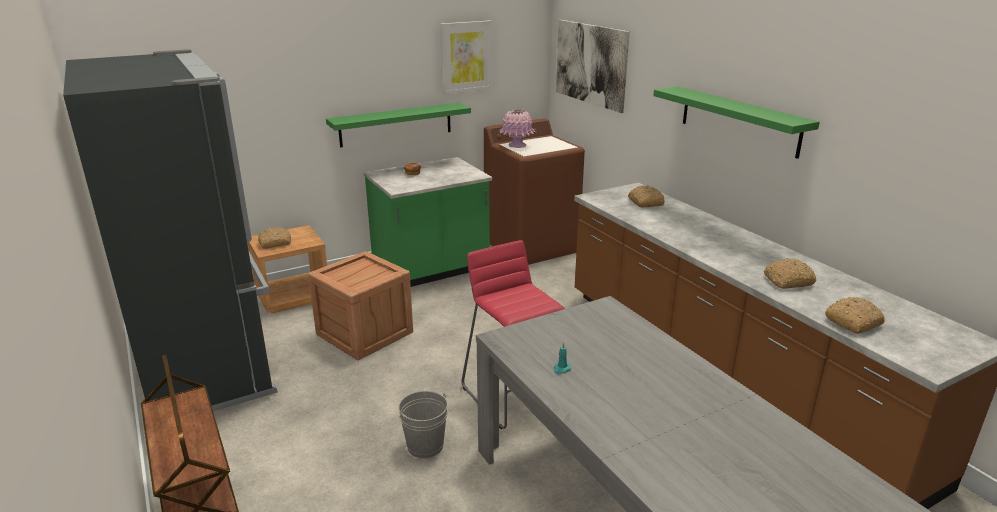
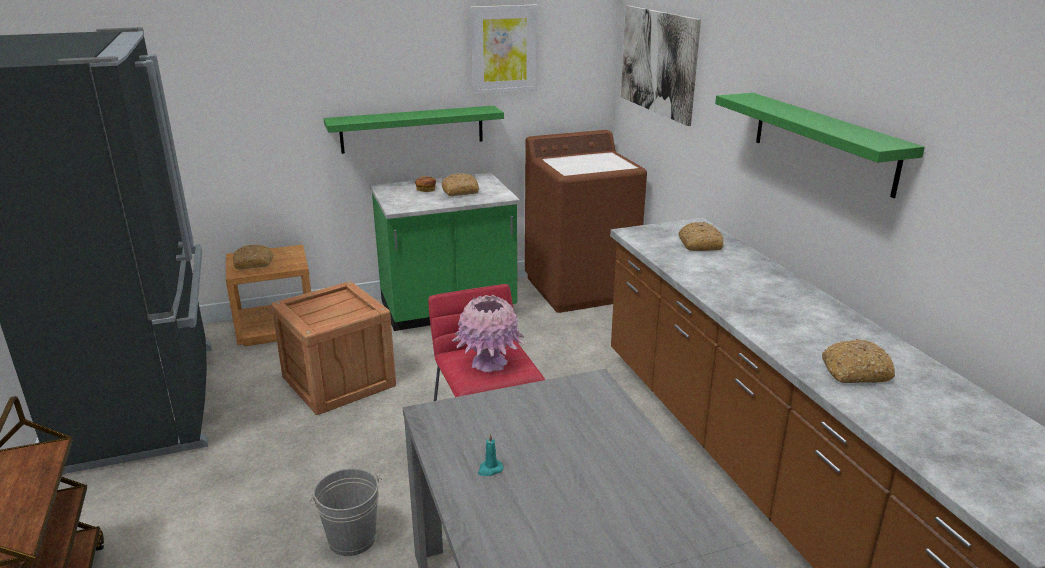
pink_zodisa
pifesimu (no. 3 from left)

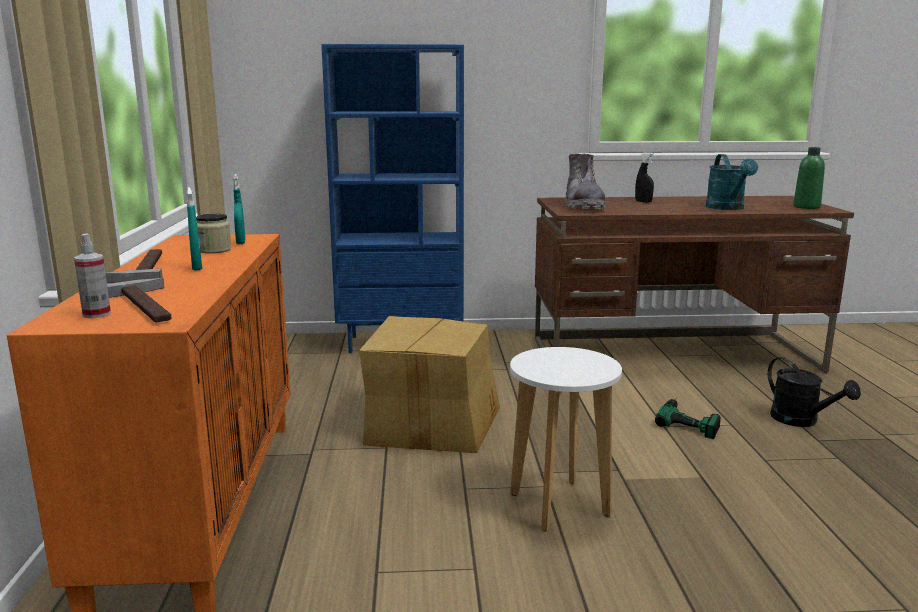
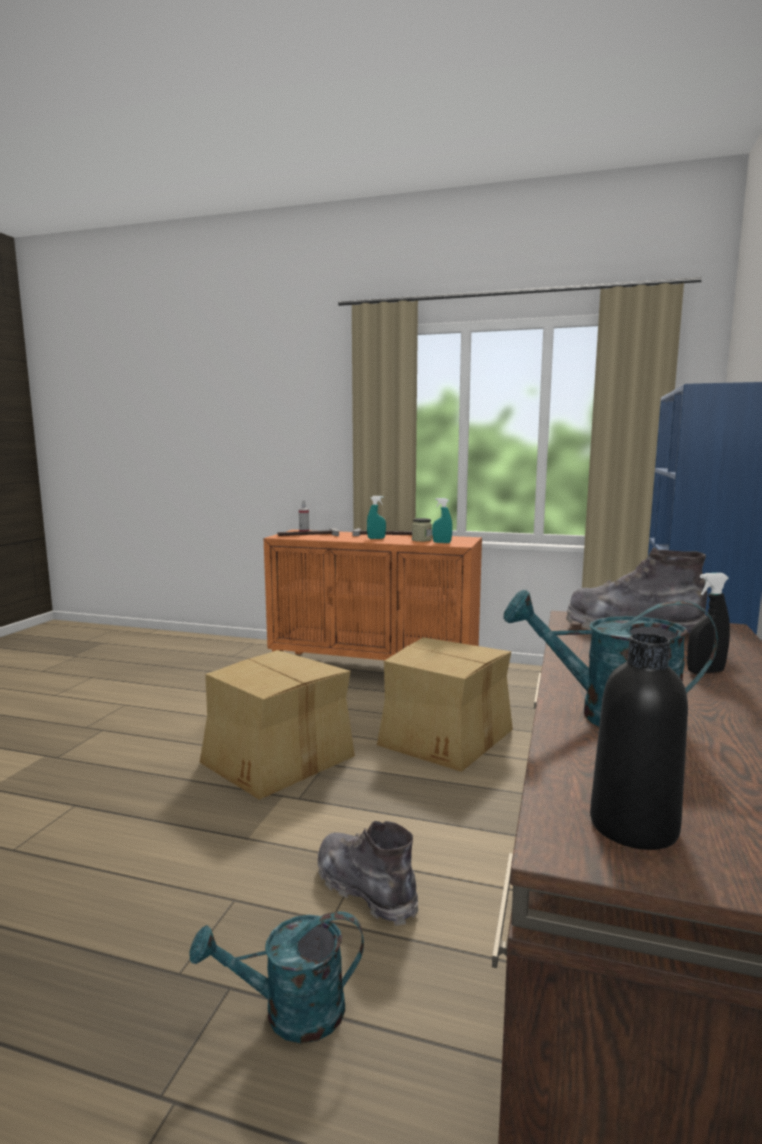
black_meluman
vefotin (no. 1 from left)
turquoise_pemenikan (no. 1 from left)
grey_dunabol (no. 1 from left)

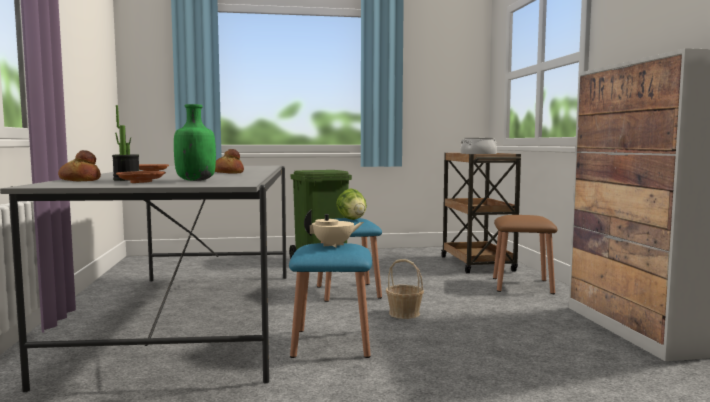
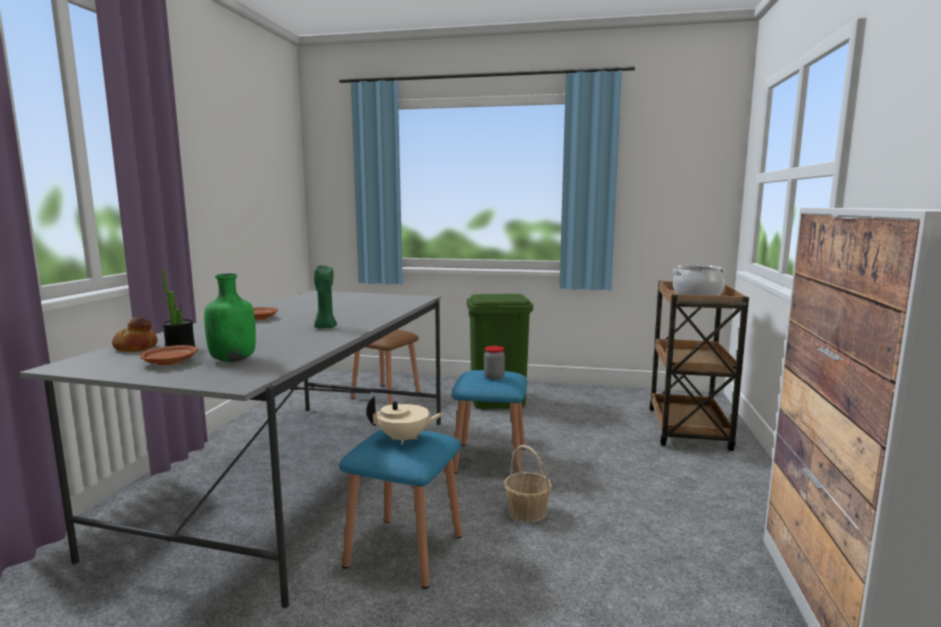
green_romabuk
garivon
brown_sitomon

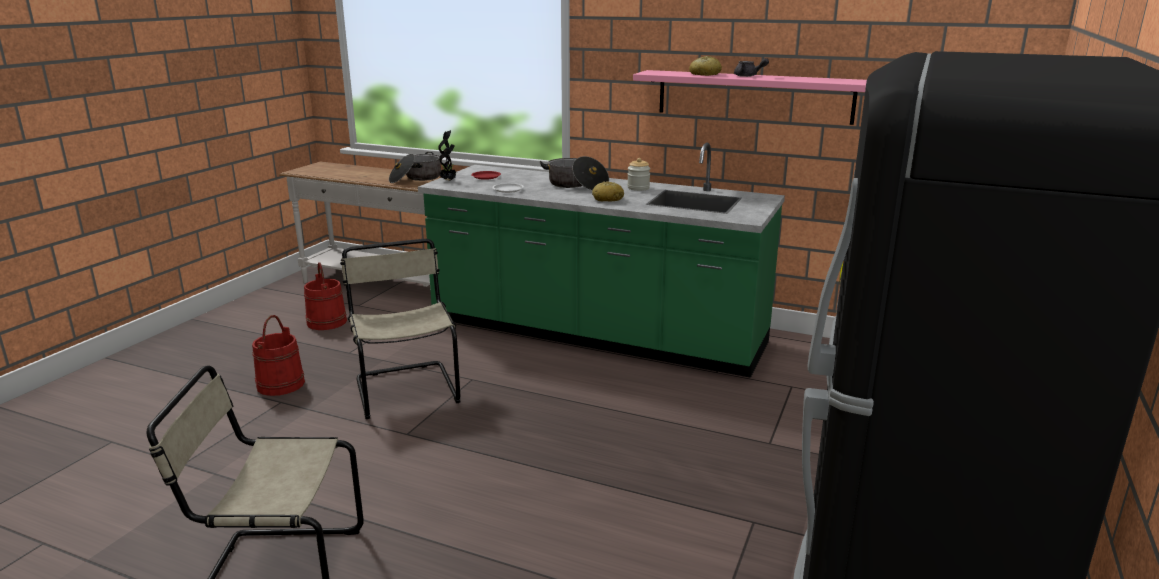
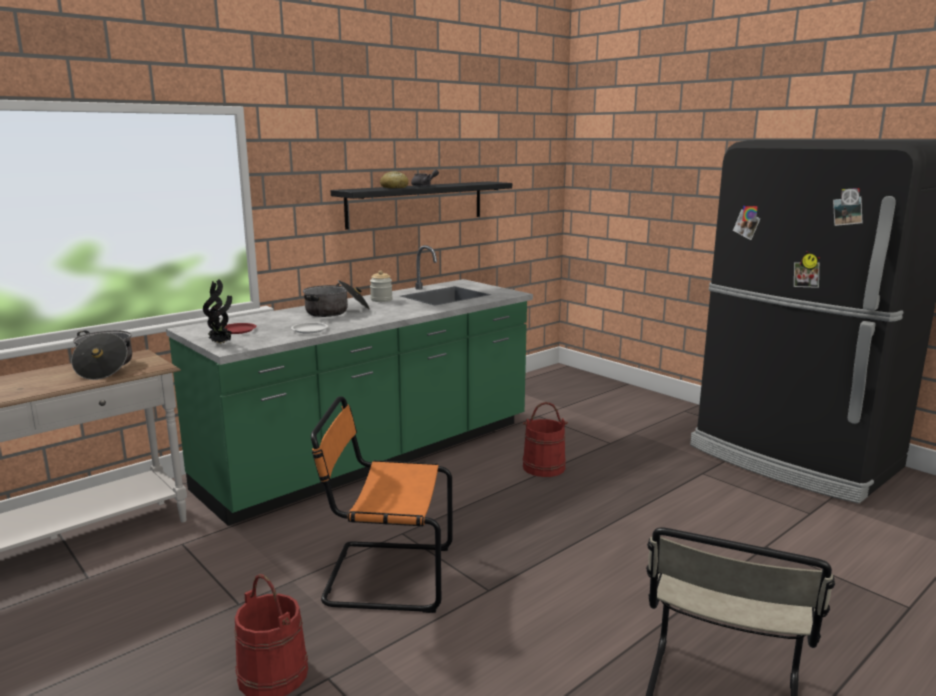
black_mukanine
pifesimu (no. 1 from left in the first image)
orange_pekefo
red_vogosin (no. 2 from left)

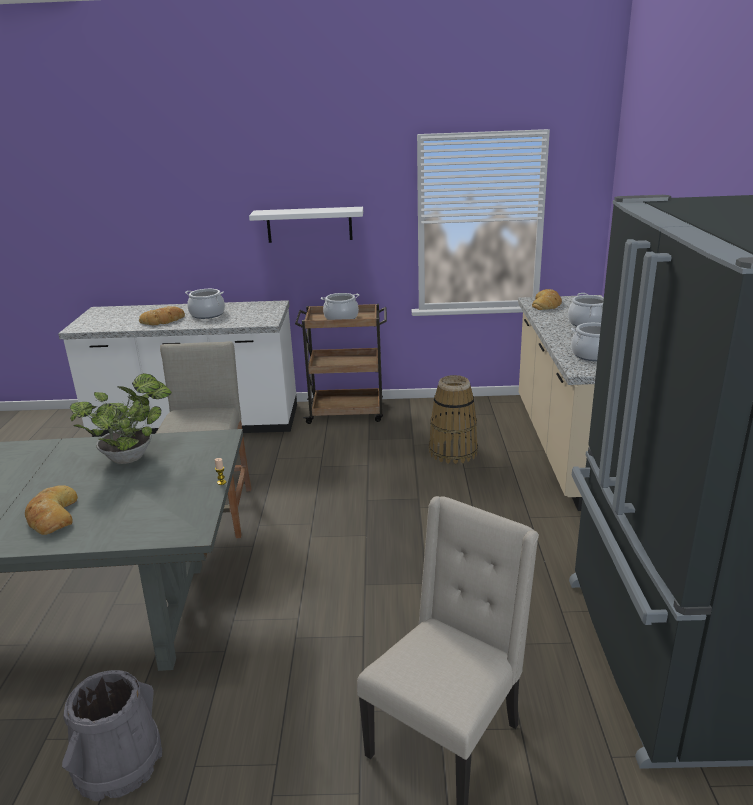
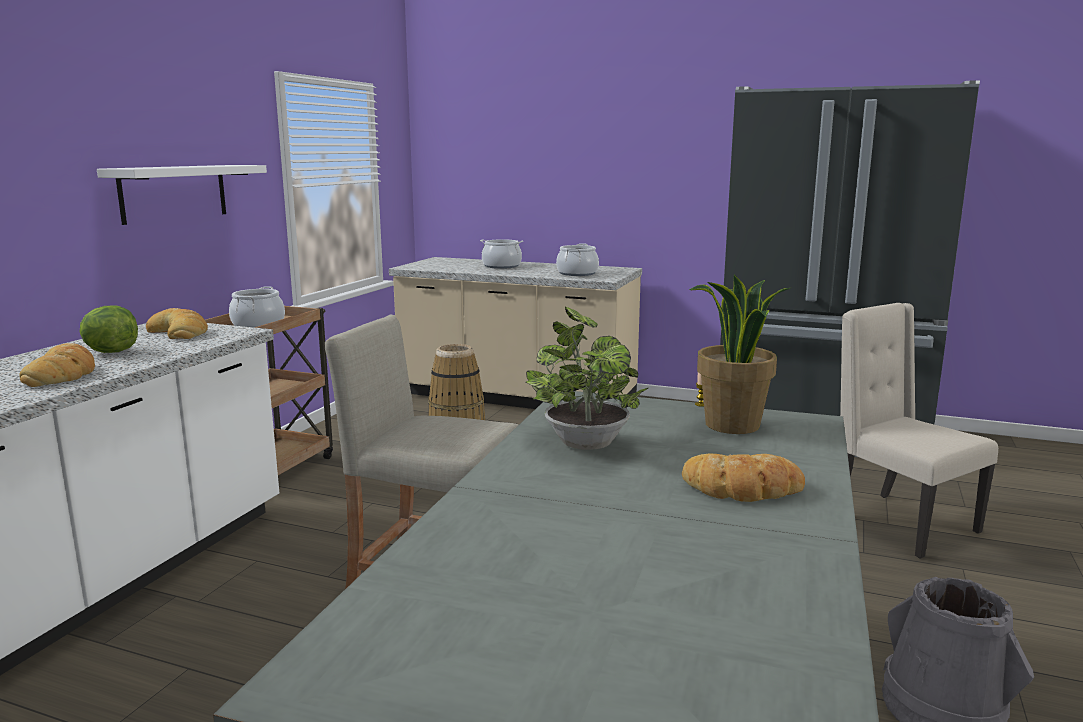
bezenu
pifesimu (no. 2 from left)
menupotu (no. 2 from left)

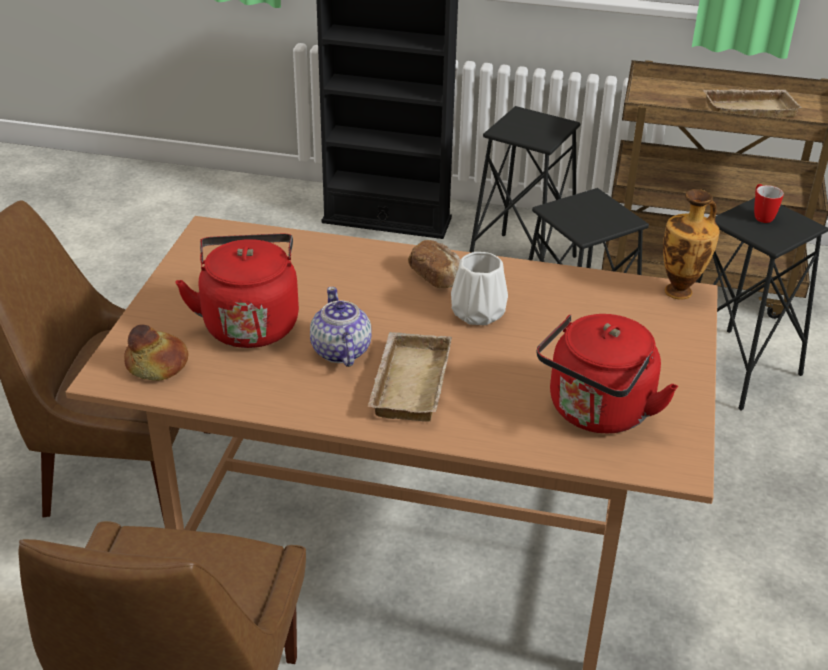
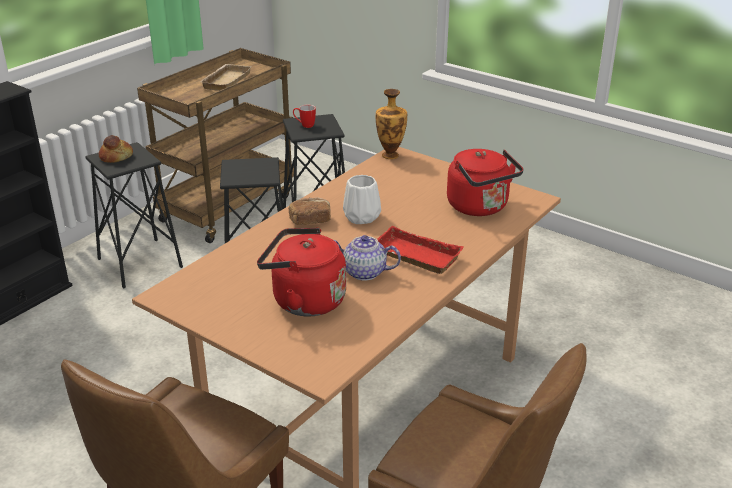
pifesimu (no. 1 from left)
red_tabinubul

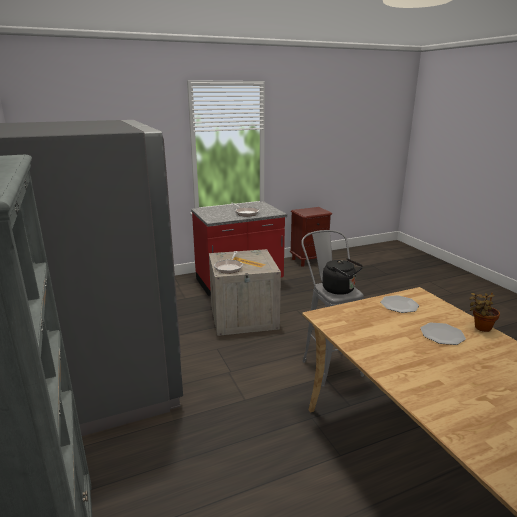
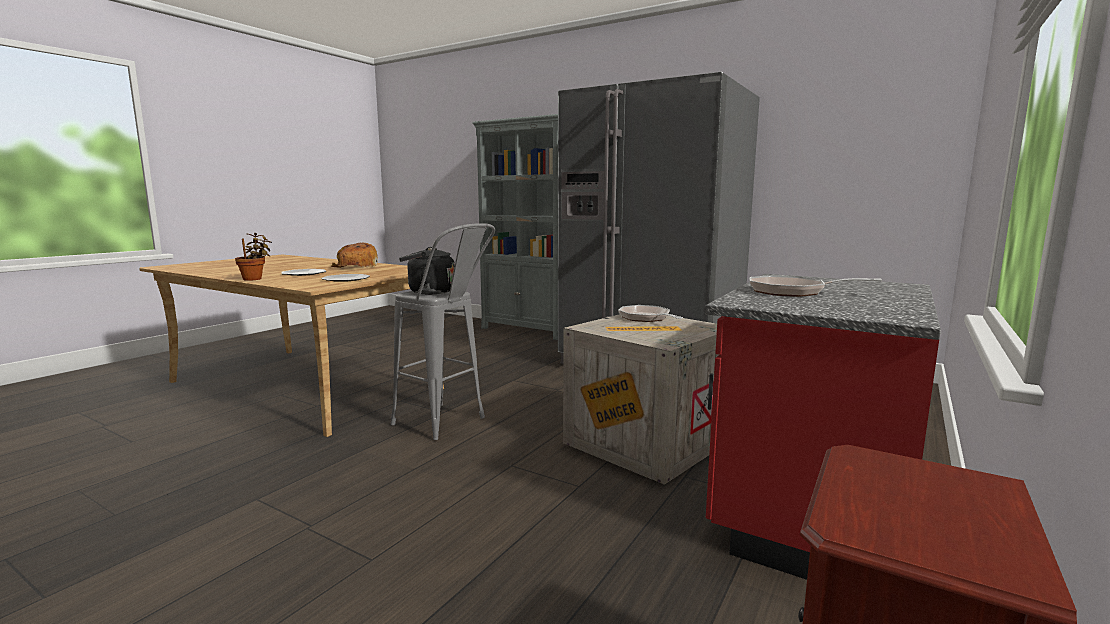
pifesimu

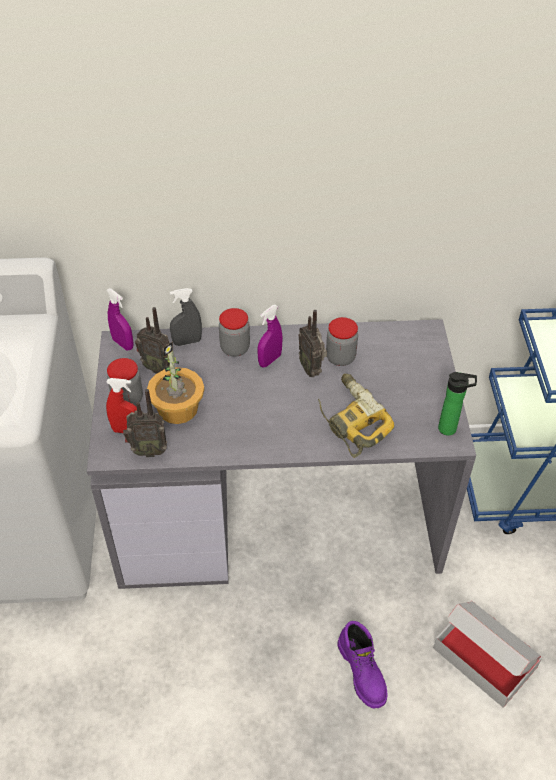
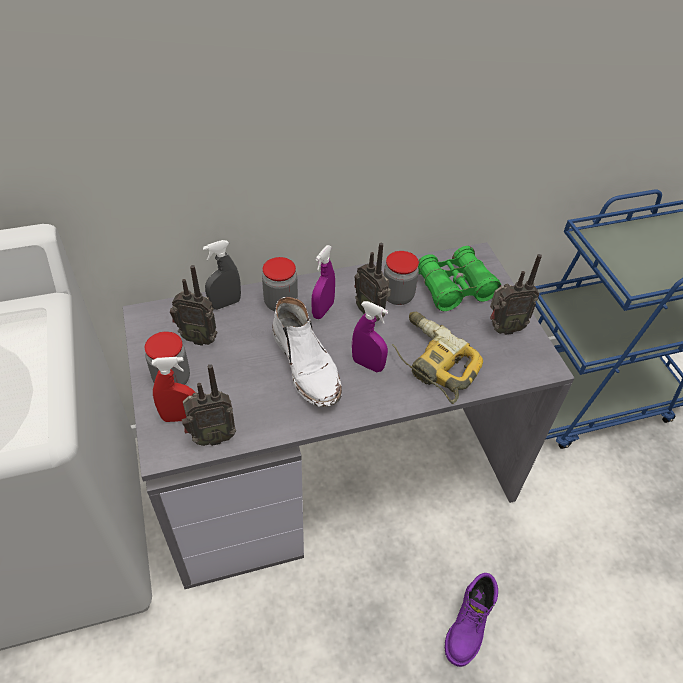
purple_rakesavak (no. 2 from left)
menupotu
meluman
vefotin
purple_dunabol
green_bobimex
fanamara (no. 4 from left)
white_dunabol

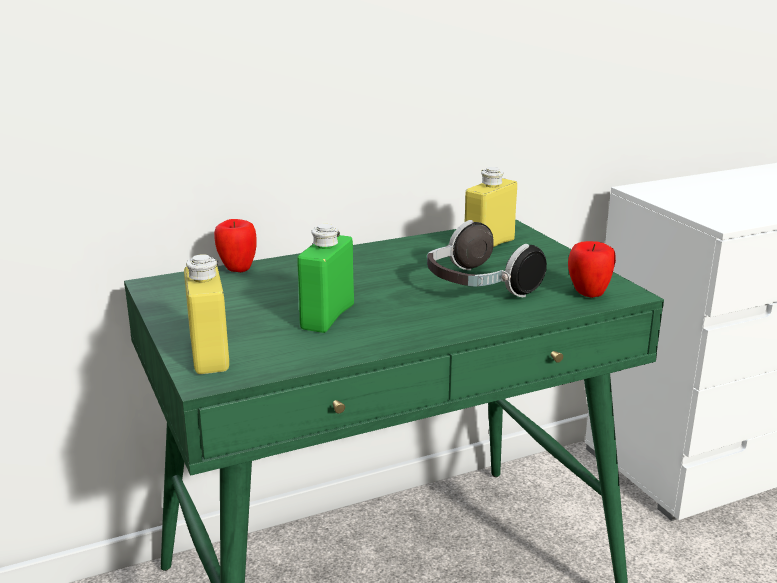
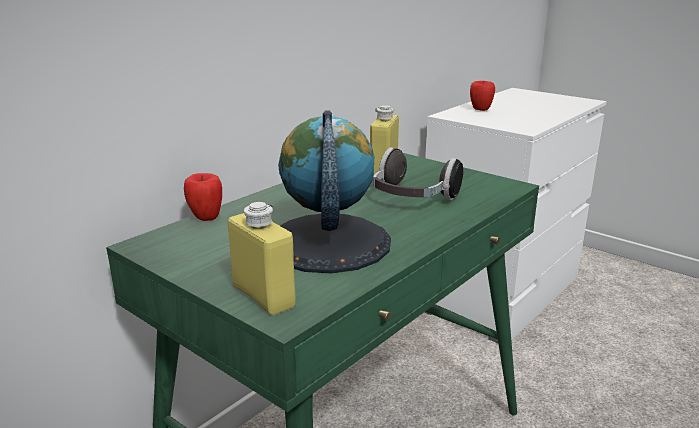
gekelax
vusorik (no. 2 from left)

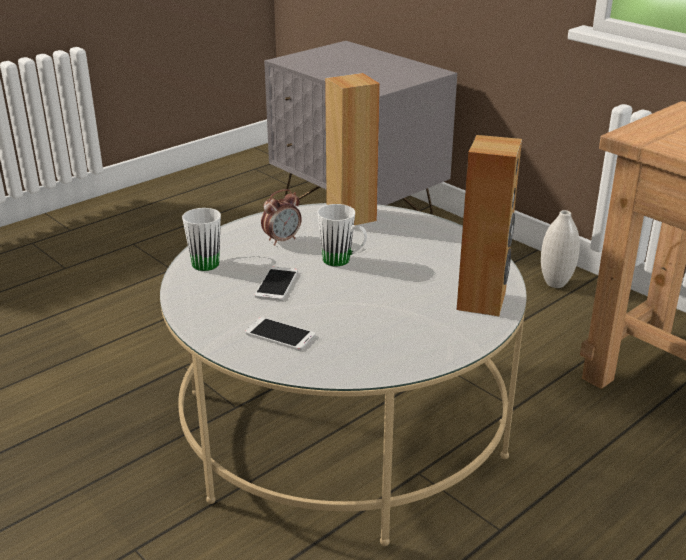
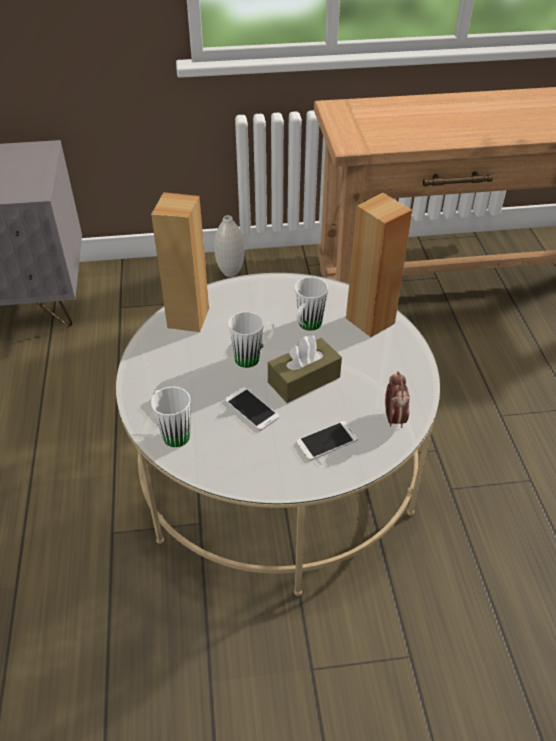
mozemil
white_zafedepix (no. 3 from left)
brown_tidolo

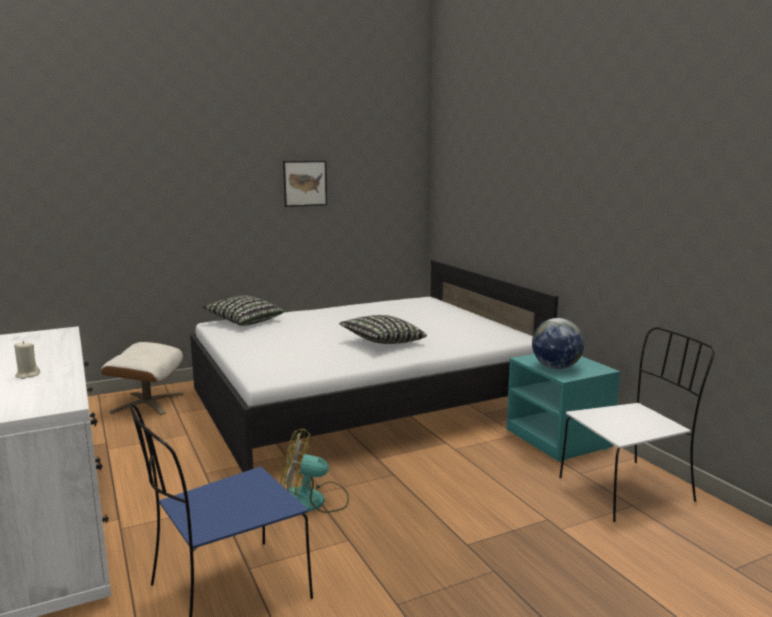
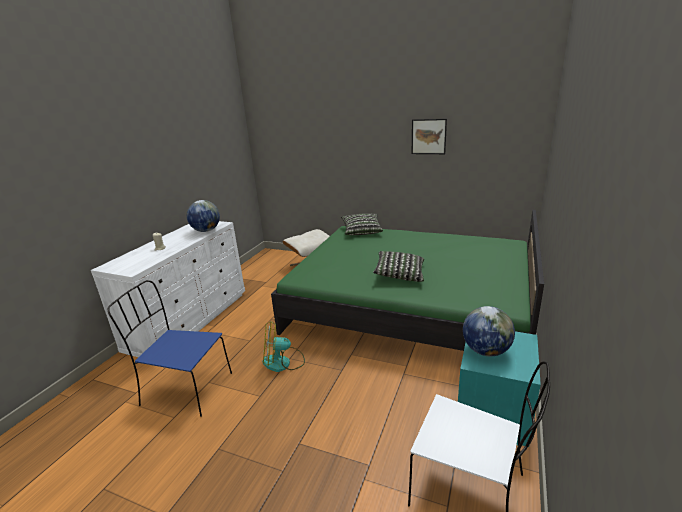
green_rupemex
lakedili
gekelax (no. 1 from left)

